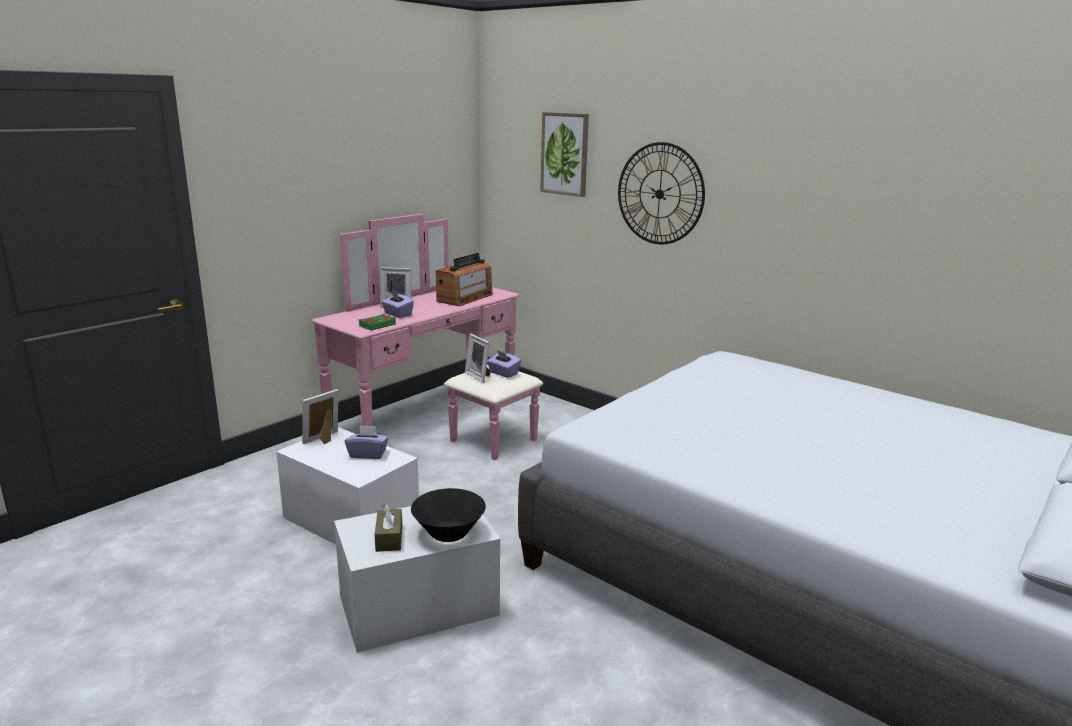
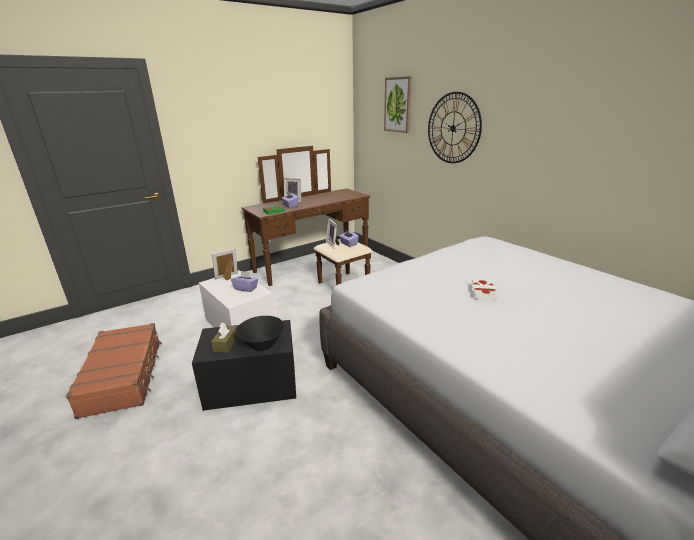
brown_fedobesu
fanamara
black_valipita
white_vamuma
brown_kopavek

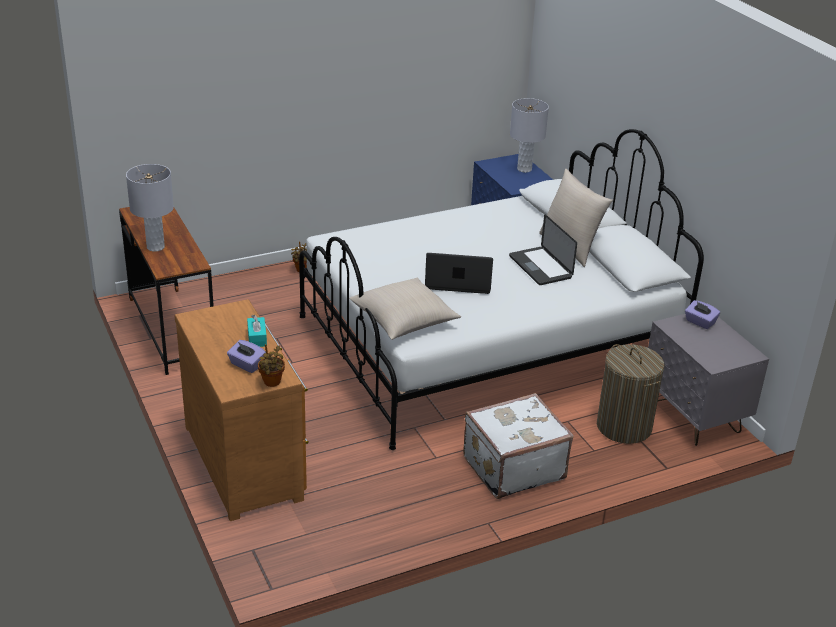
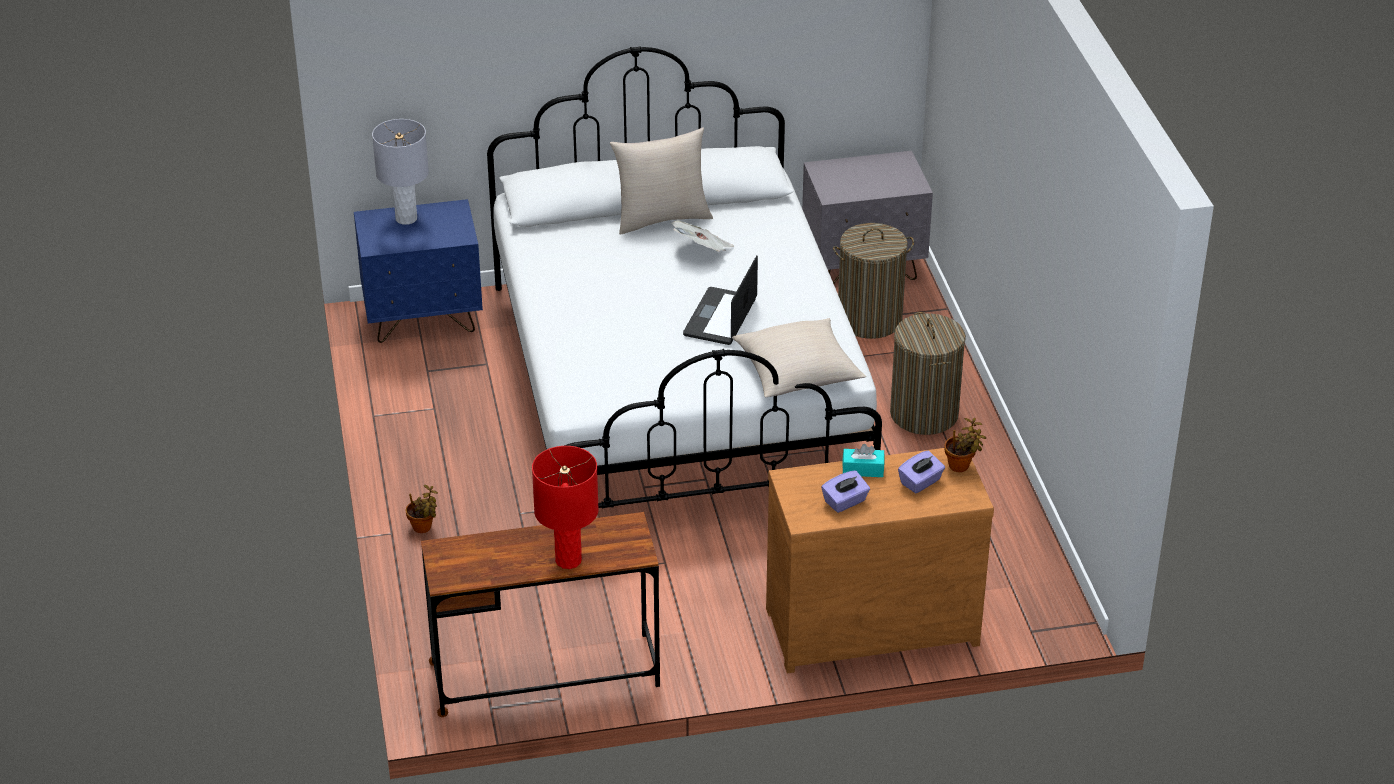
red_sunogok
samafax
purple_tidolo (no. 1 from left)
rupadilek (no. 2 from left)

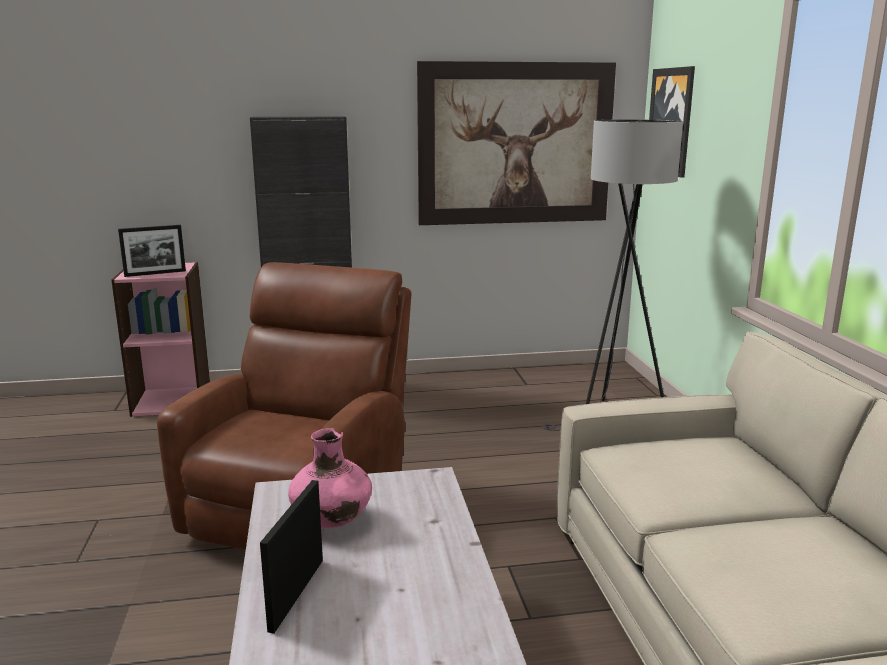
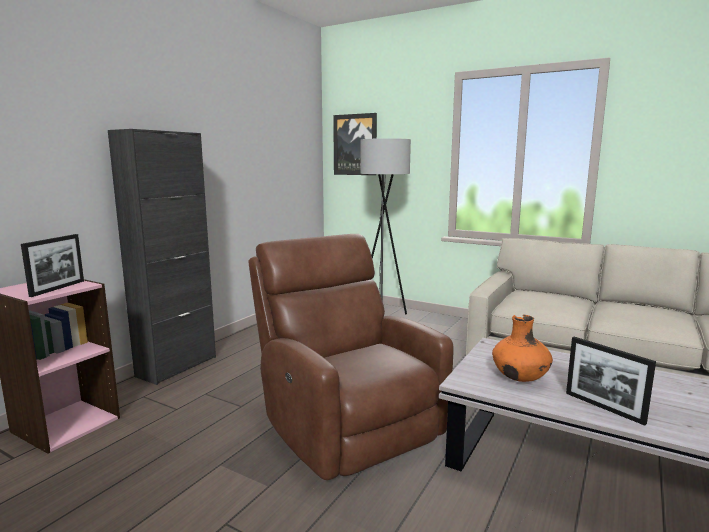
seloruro (no. 1 from left in the first image)
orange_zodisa

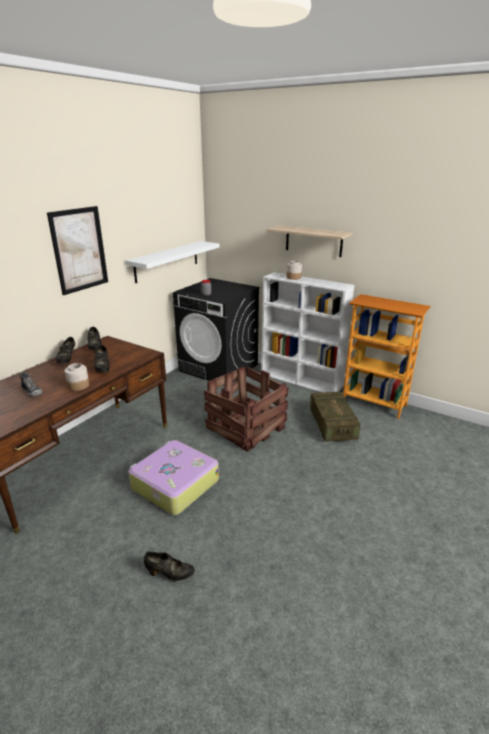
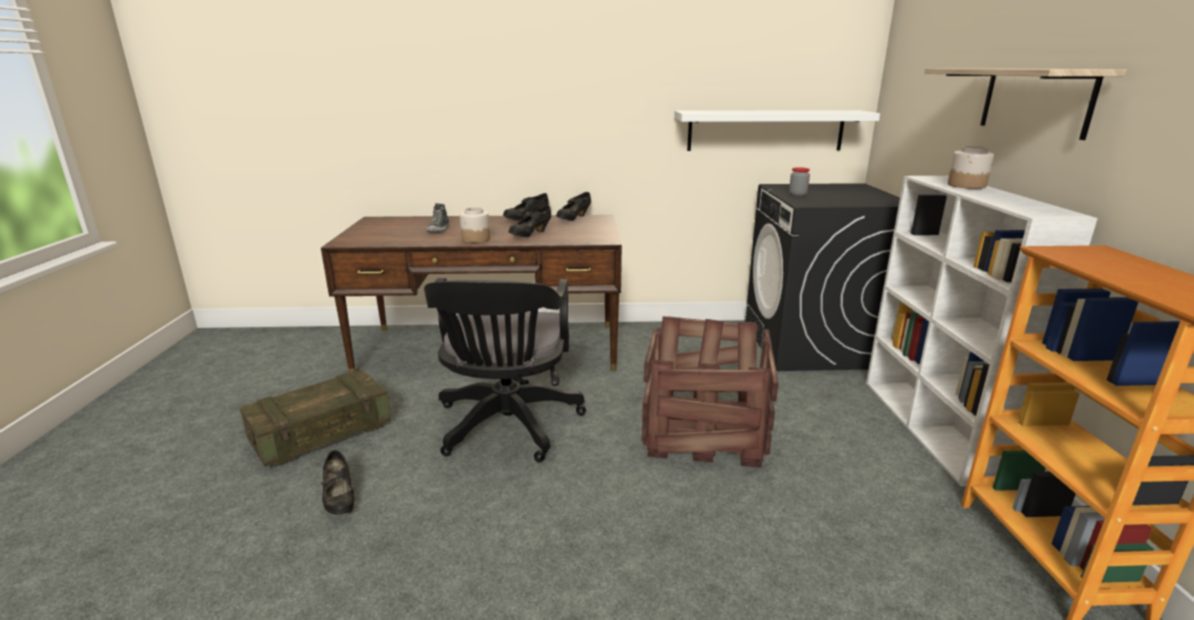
seloruro
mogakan (no. 1 from left)
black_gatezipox

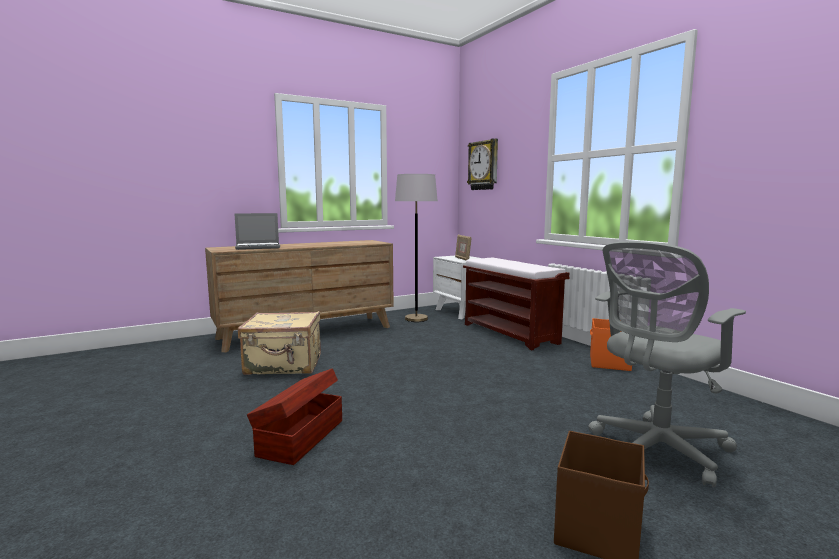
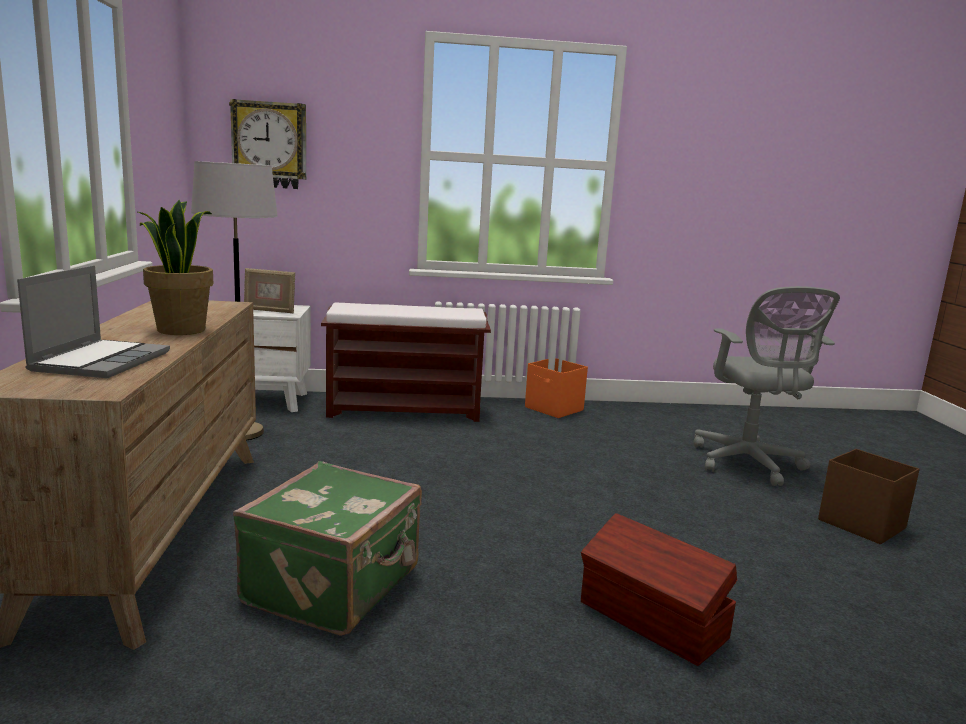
green_kopavek
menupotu

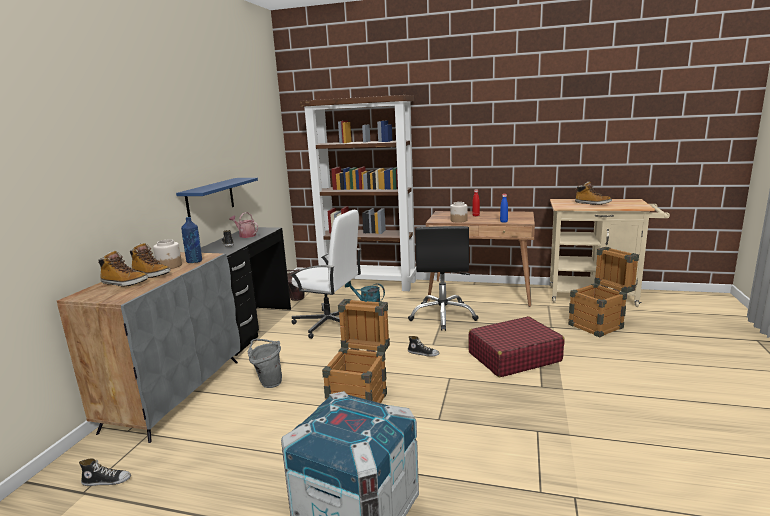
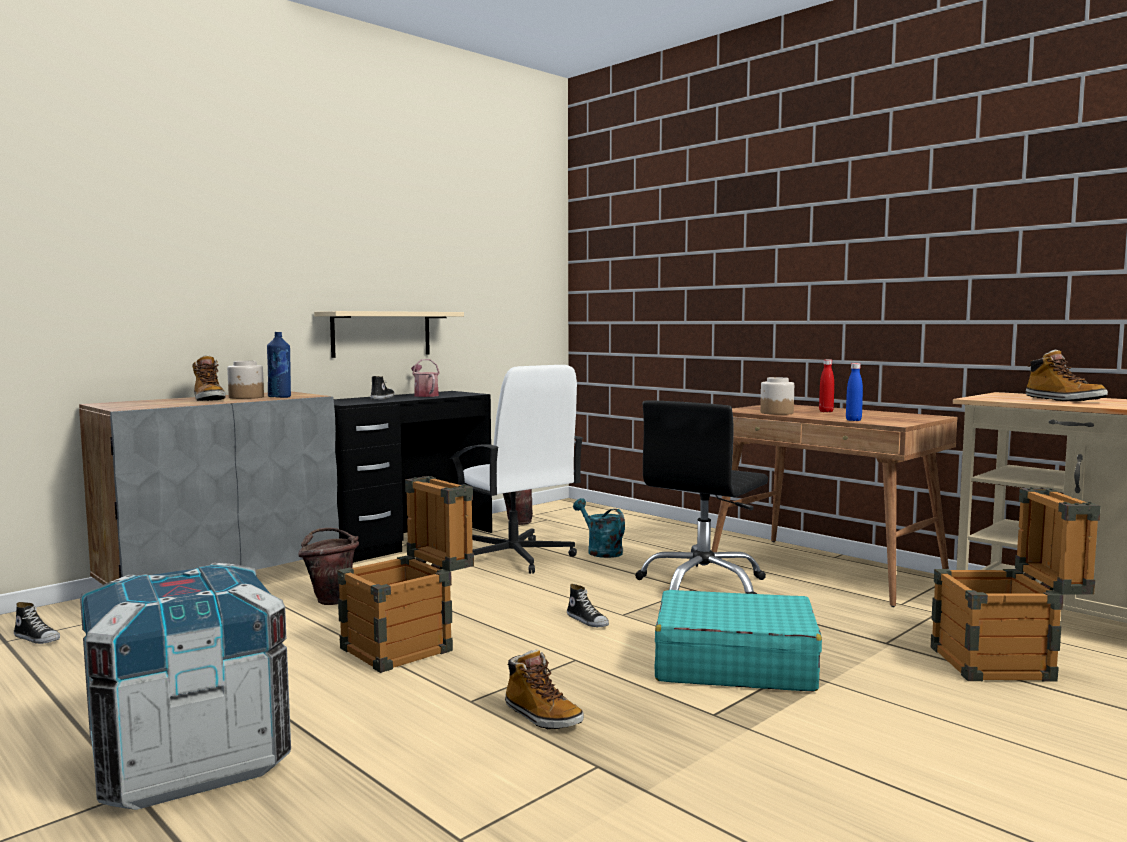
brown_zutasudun
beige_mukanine
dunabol (no. 2 from left)
turquoise_kopavek
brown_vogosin (no. 1 from left)

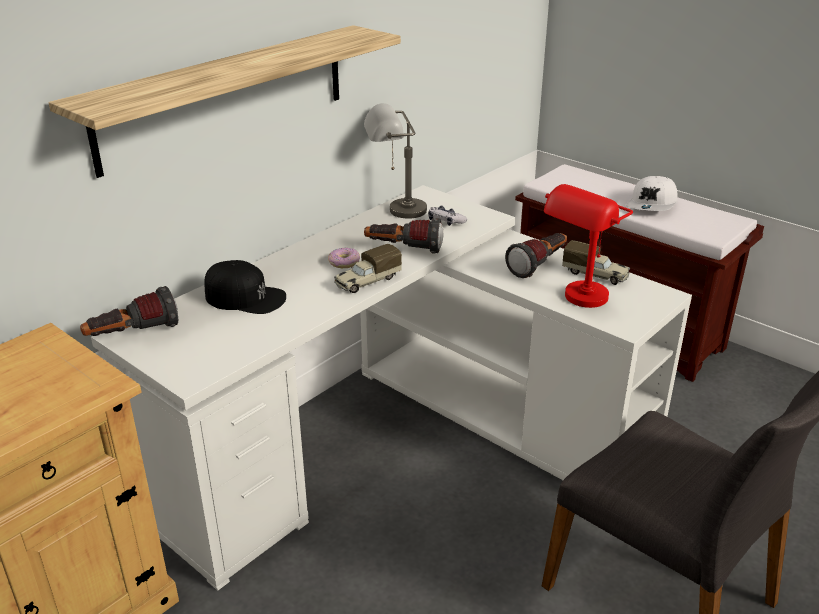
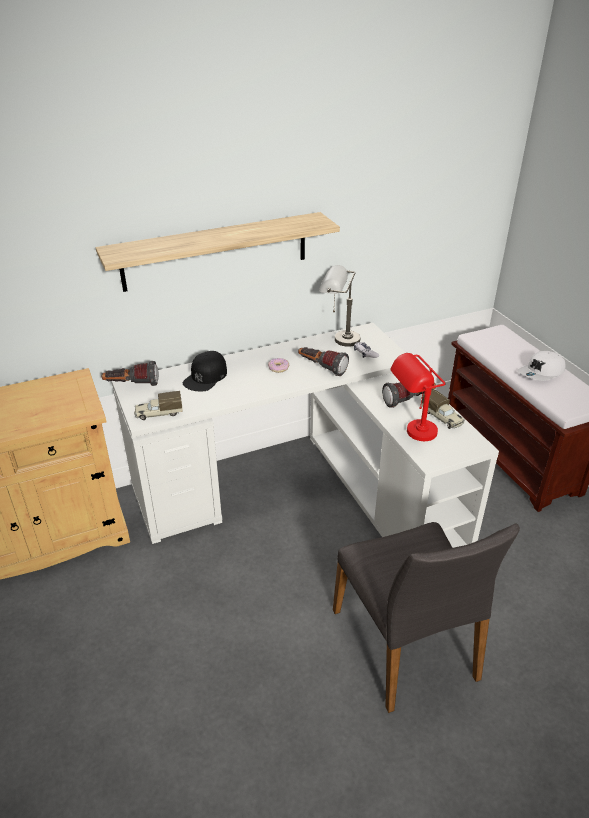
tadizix (no. 1 from left)
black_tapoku

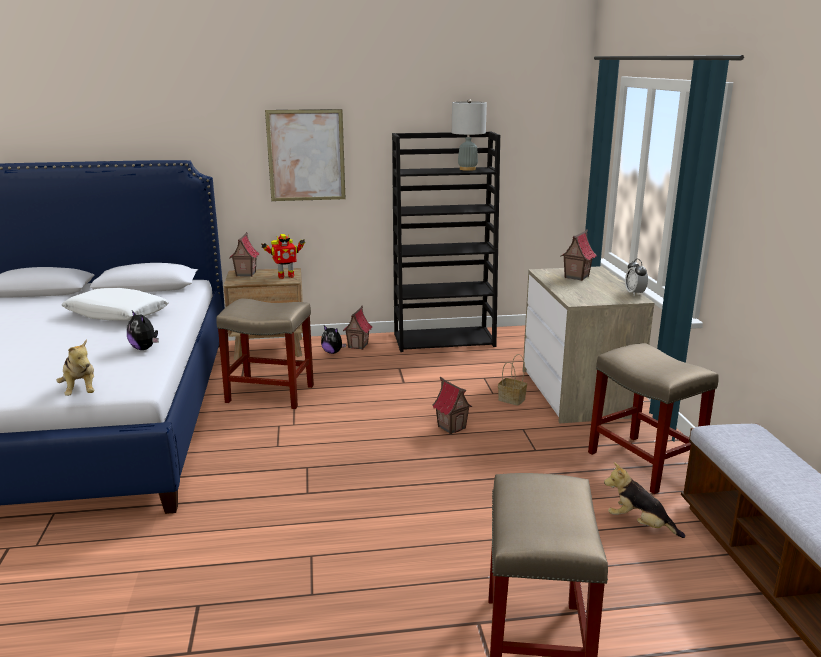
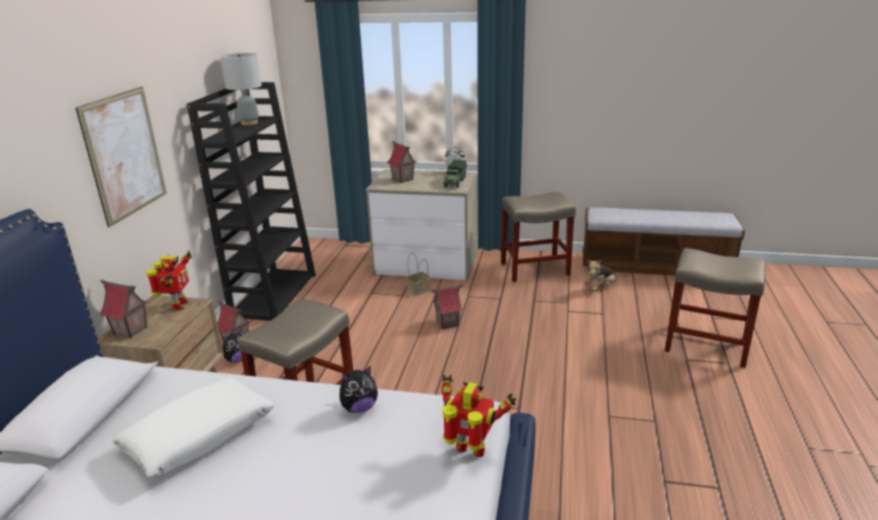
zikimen (no. 2 from left)
tadizix

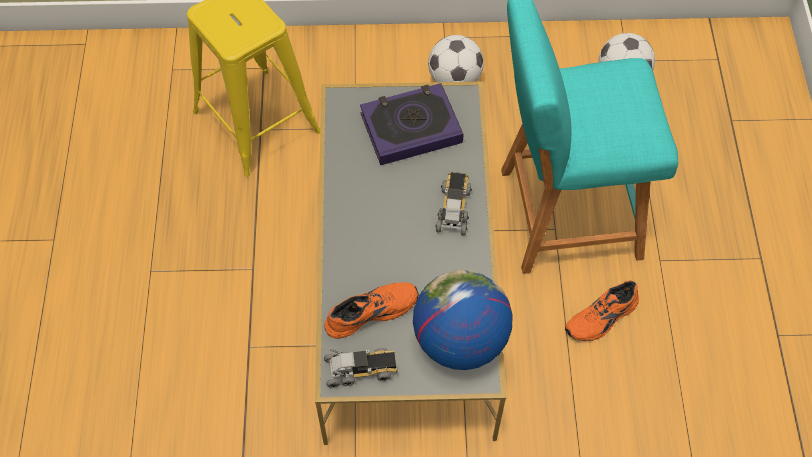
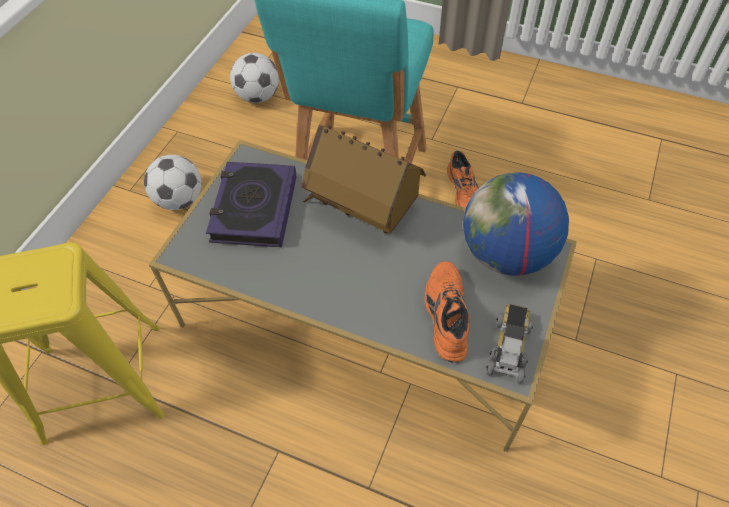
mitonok

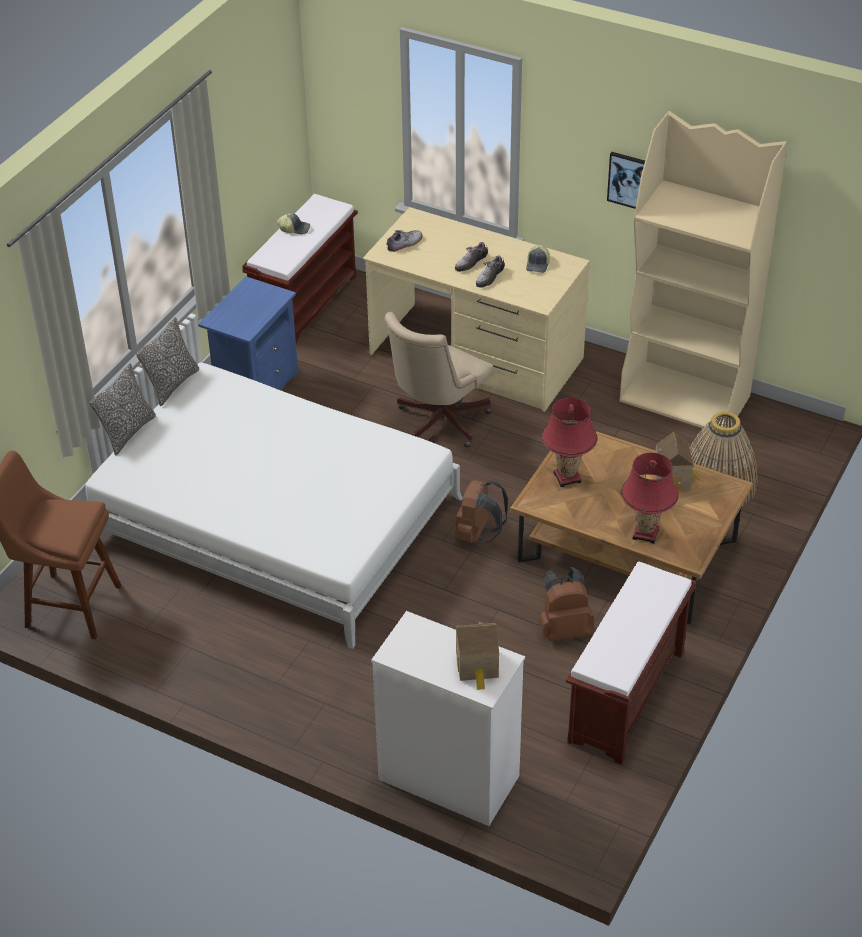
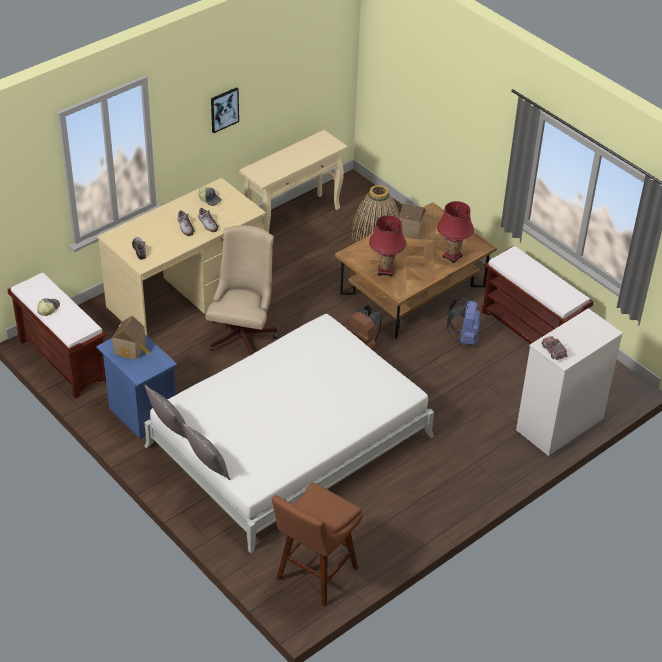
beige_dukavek
beige_gatezipox
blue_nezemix
mitonok (no. 1 from left)
tadizix

